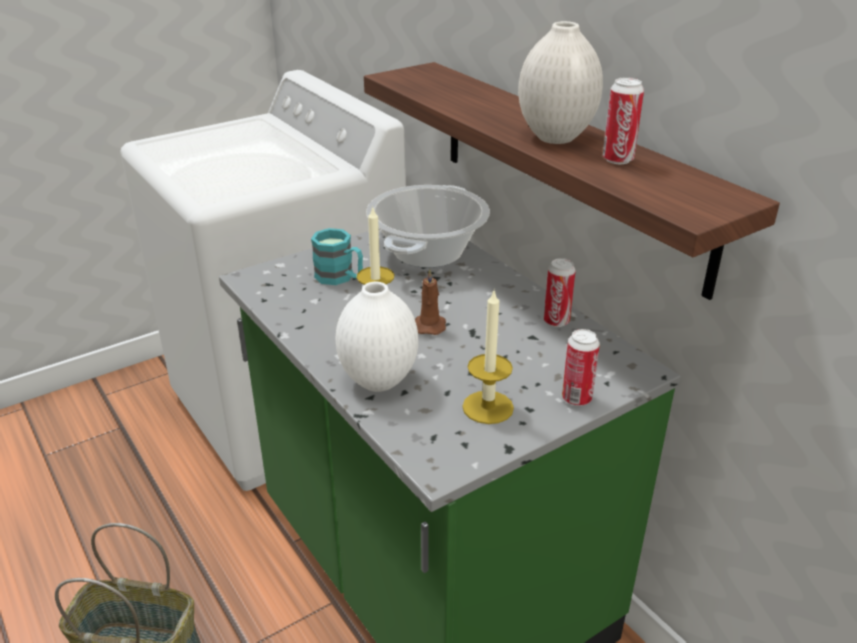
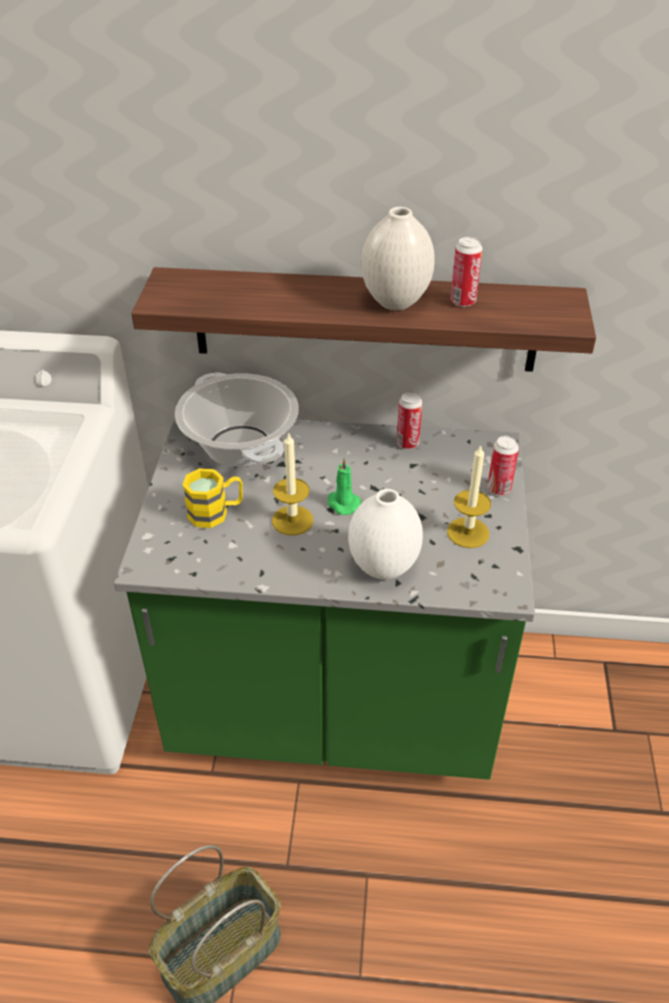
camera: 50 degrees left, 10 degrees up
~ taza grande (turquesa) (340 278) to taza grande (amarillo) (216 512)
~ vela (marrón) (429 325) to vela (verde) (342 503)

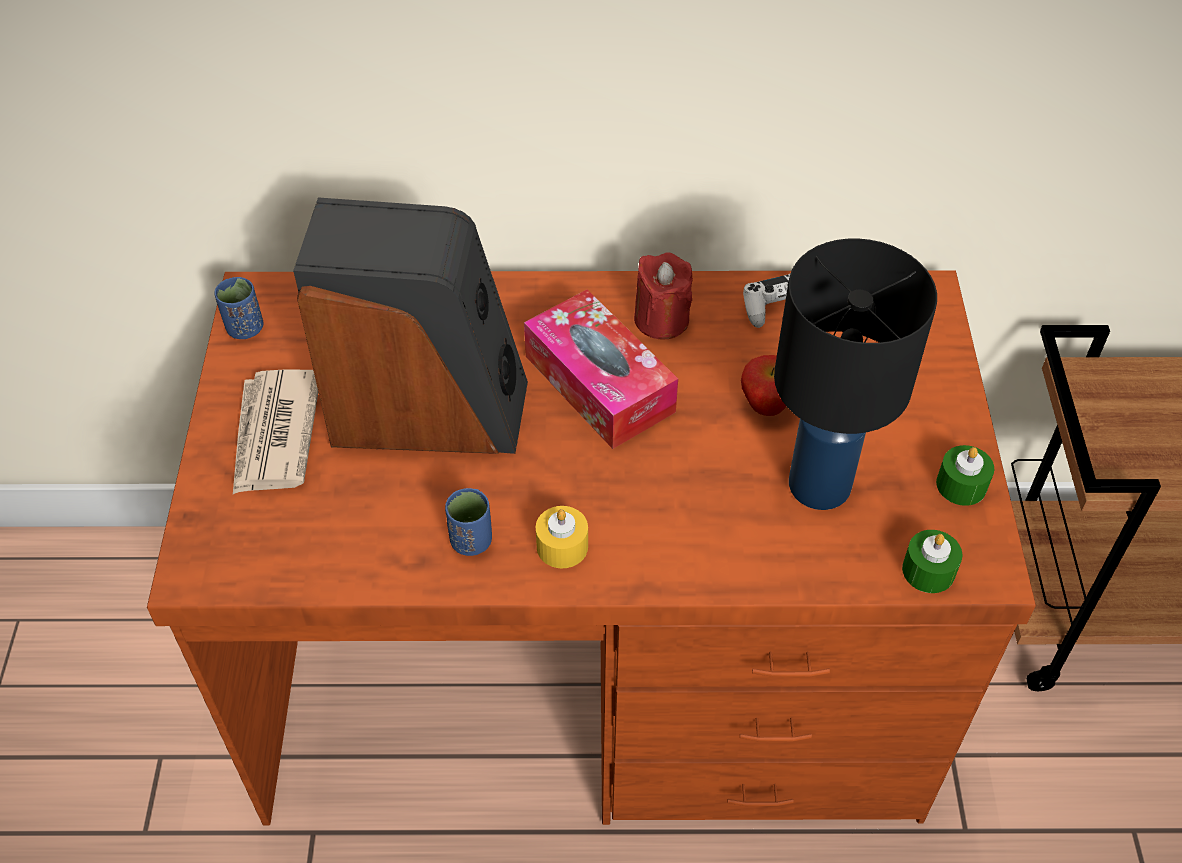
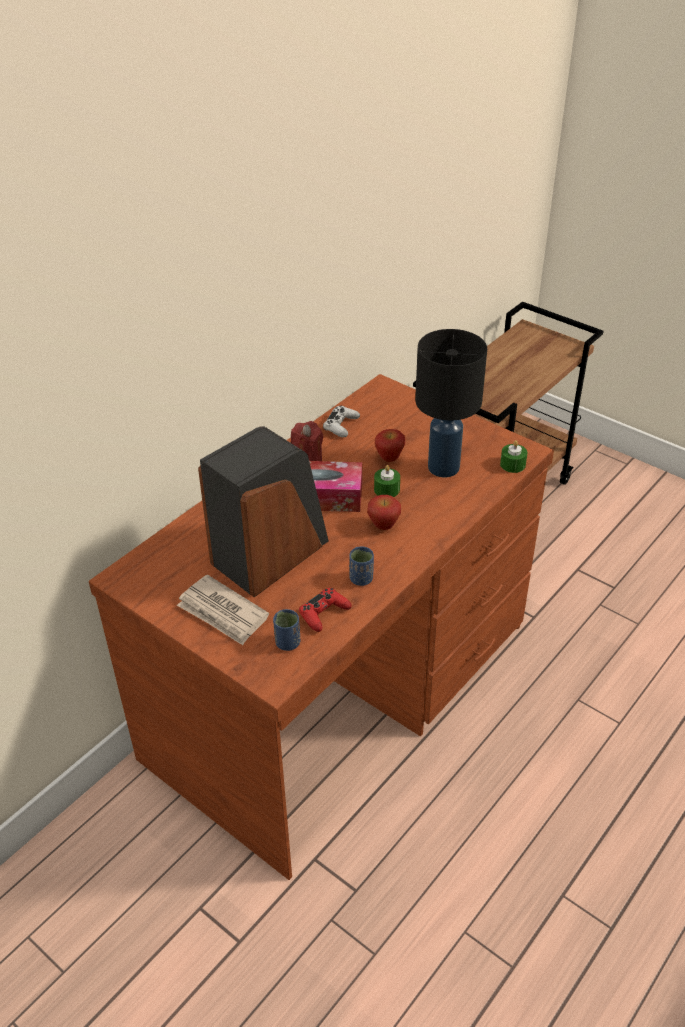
camera: 50 degrees left, 10 degrees down
~ taza (azul) (245 328) to (287 643)
~ vela (verde) (961 485) to (386 489)
- vela (amarillo) (562 546)
+ manzana (383 526)
+ mando de consola (rojo) (324 613)

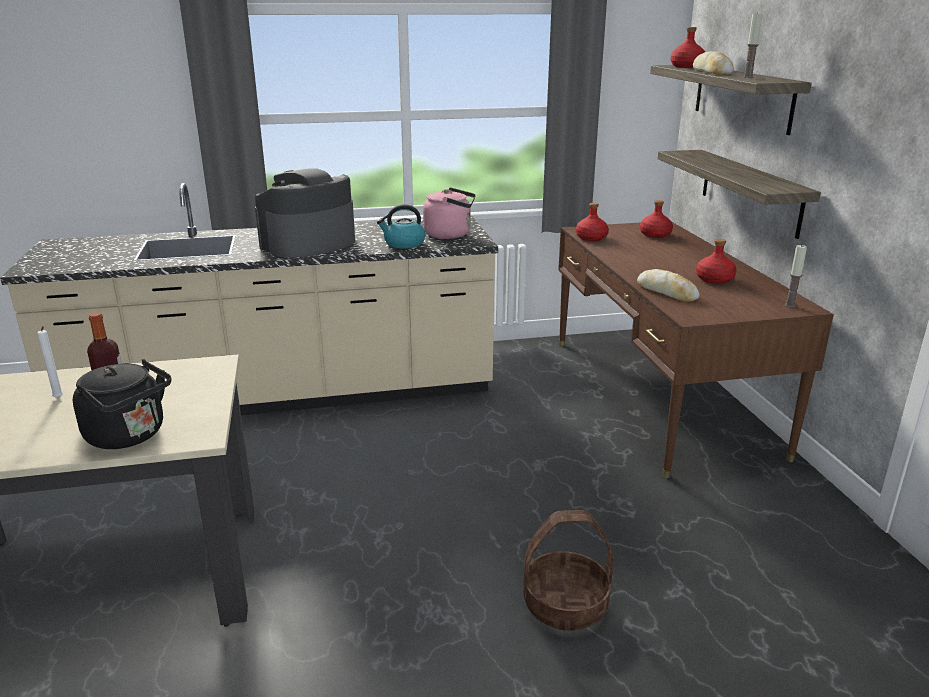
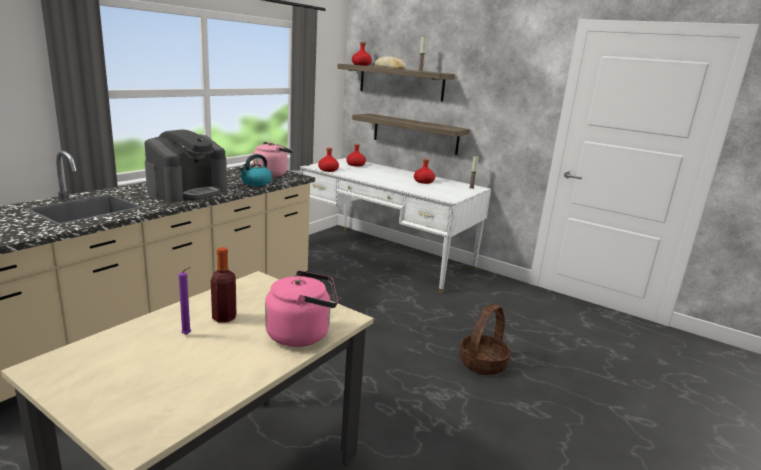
camera: 45 degrees left, 5 degrees down
~ cafetera (308 244) = (188 191) 150 degrees counterclockwise
~ escritorio (marrón) (659 394) to escritorio (blanco) (386 256)
- pan (667 292)
~ vela (blanco) (59 398) to vela (morado) (188 335)
~ hervidor (negro) (130 436) to hervidor (rosa) (302 334)

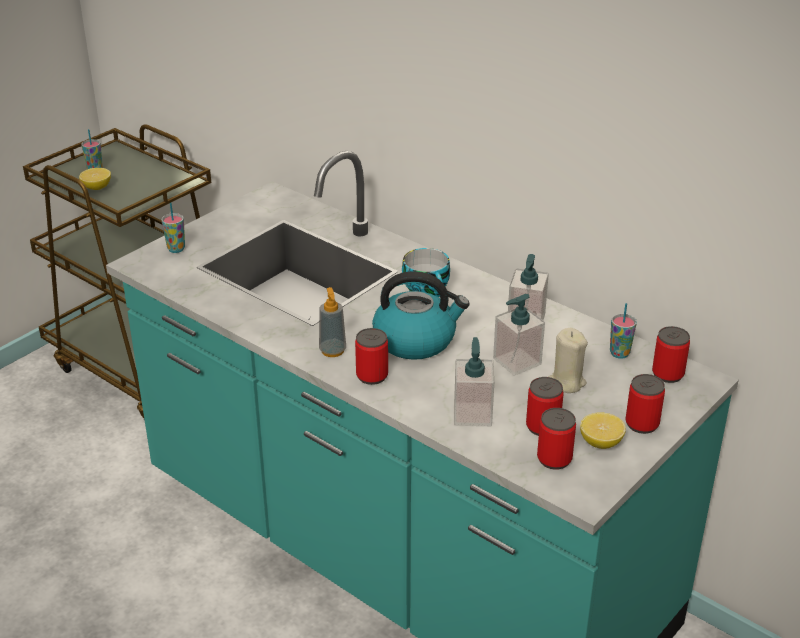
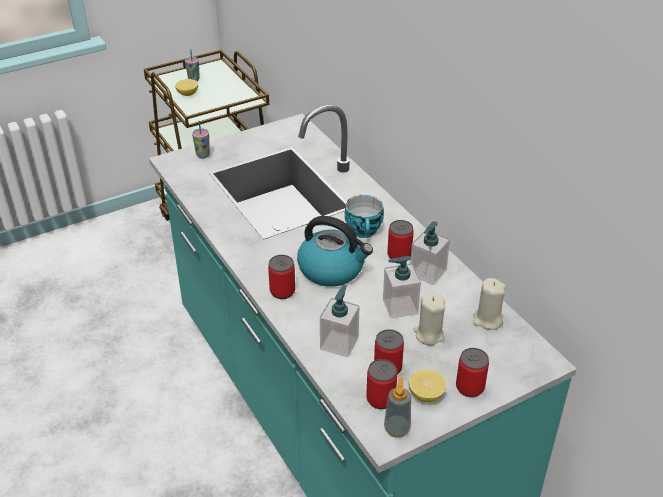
camera: 20 degrees right, 5 degrees up
~ dispensador de jabón (332 351) to (397 429)
~ taza (619 353) to vela (beis) (487 320)
~ lata (667 374) to (399 255)

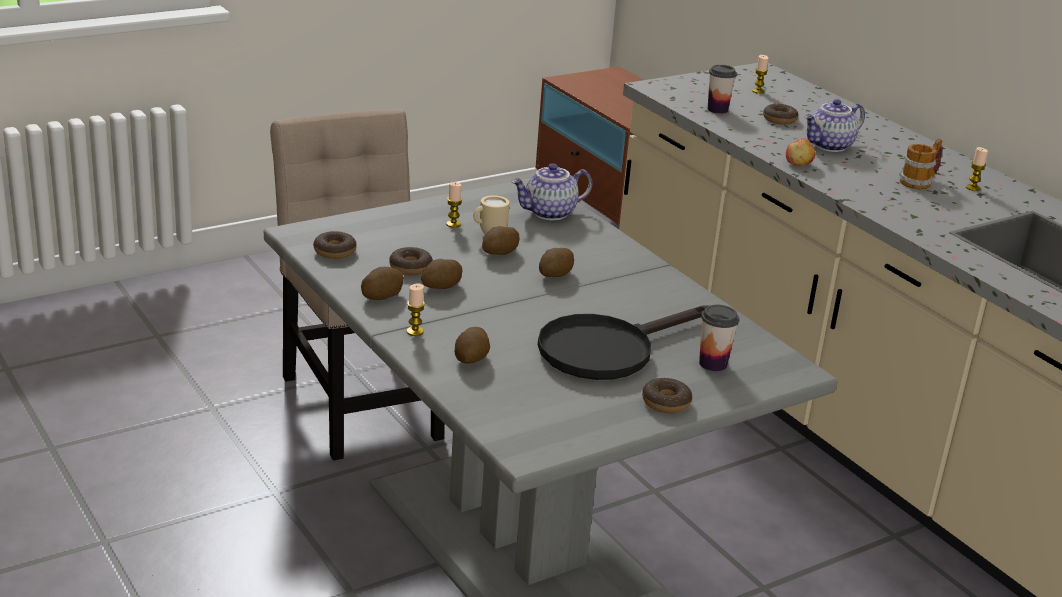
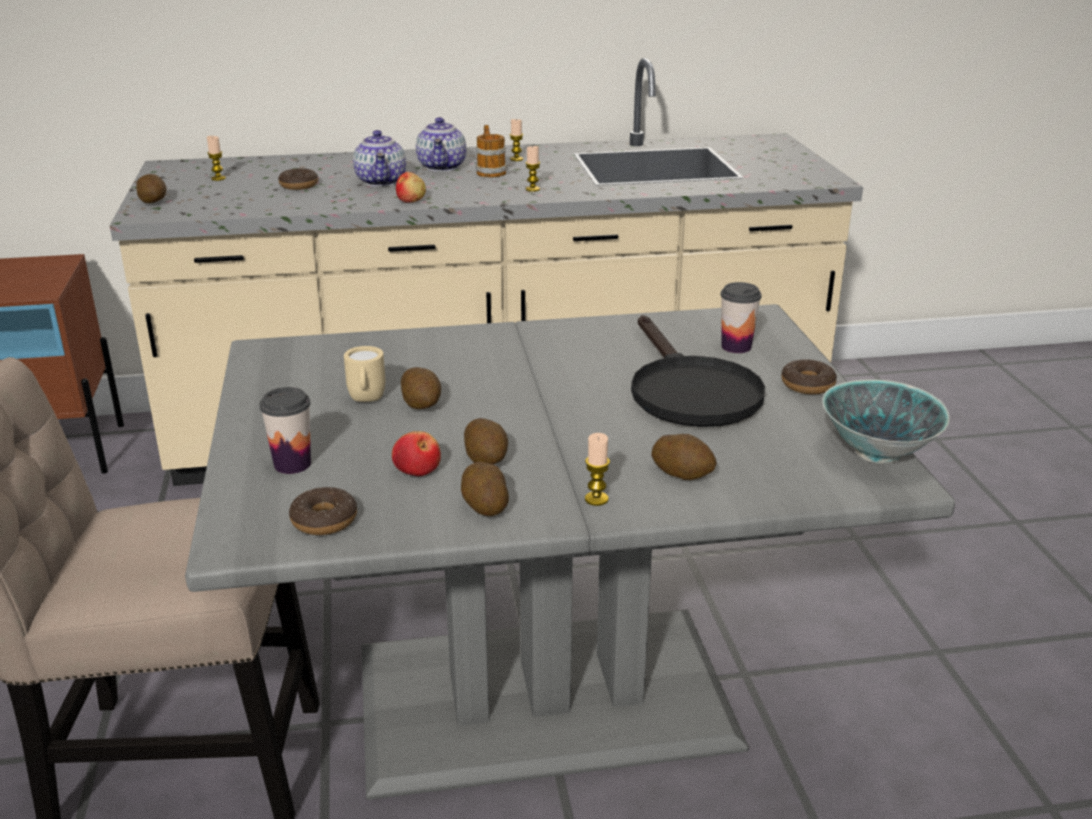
camera: 65 degrees left, 0 degrees up
~ taza (717 109) to (292 464)
~ tetera (550 213) to (443 167)
~ vela (453 224) to (533 189)
~ rosquilla (410 267) to manzana (417 470)
~ patata (555 275) to (153 201)
+ cuenco (877 453)

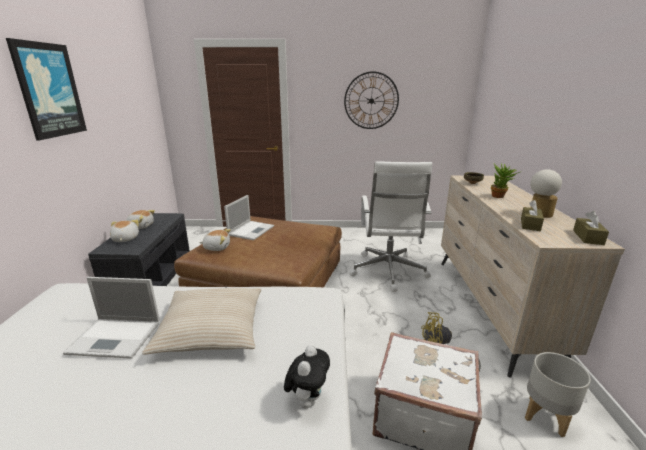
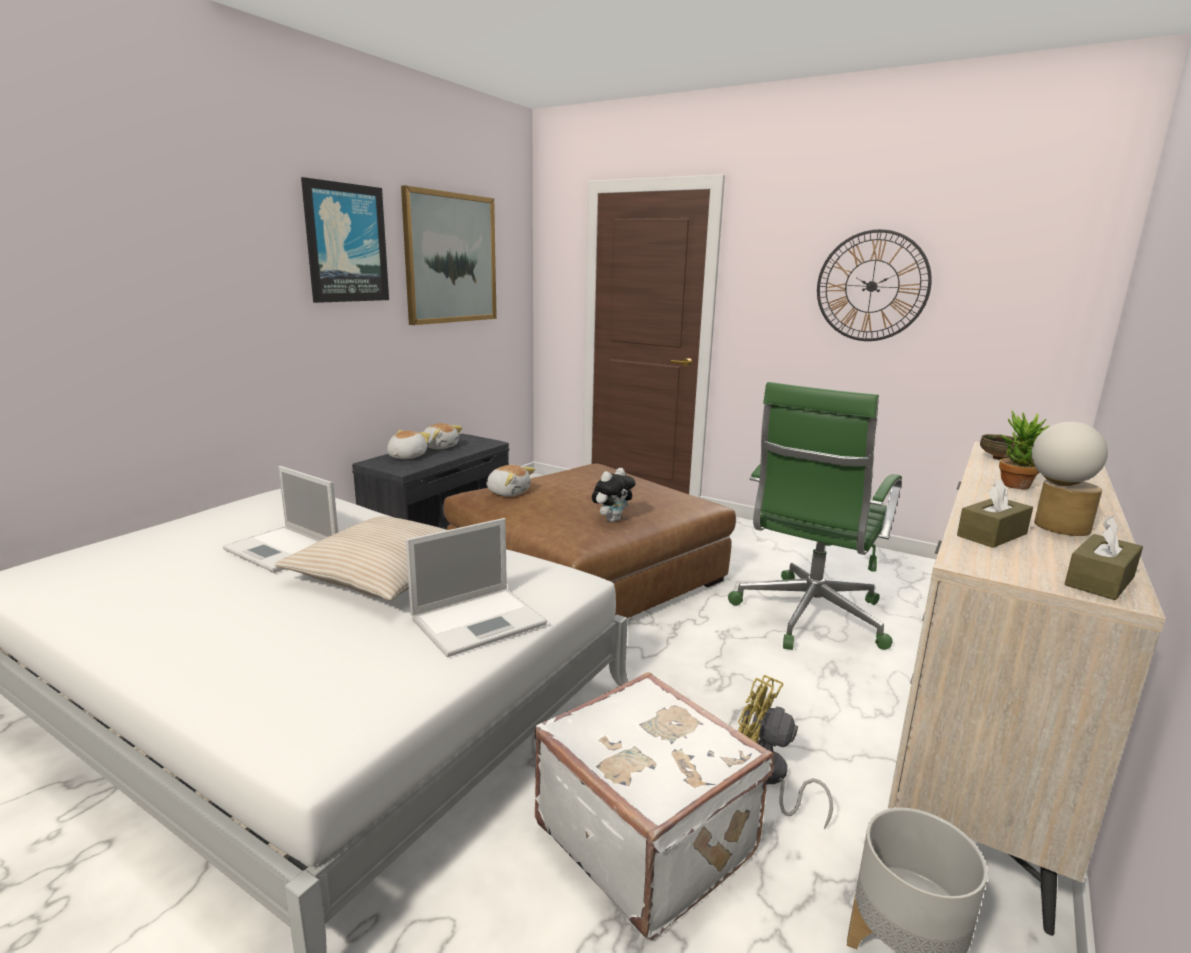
camera: 30 degrees right, 5 degrees down
~ silla de oficina (blanco) (388 272) to silla de oficina (verde) (808 617)
~ portátil (251 230) to (480 620)
~ peluche (307 399) to (612 519)
+ cuadro (451 258)

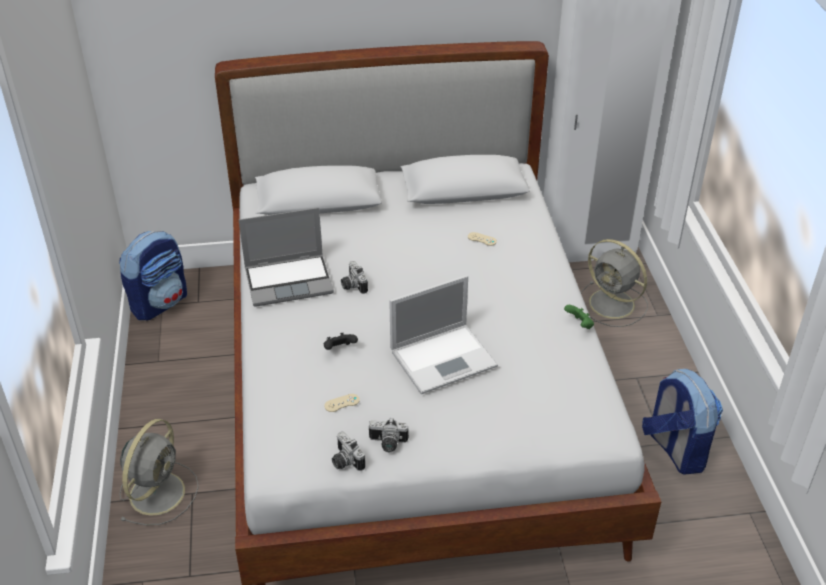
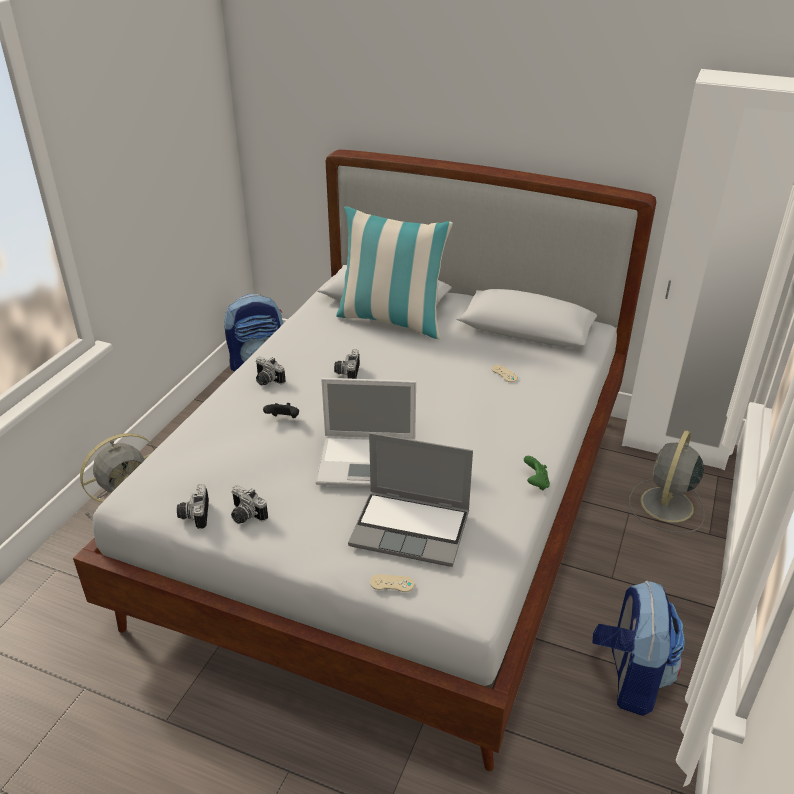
camera: 30 degrees right, 5 degrees down
~ portátil (289 280) to (412 529)
~ ventilador (gris) (613 305) = (666 506) 45 degrees clockwise
~ mando de consola (beis) (342 403) to (392 583)
+ cojín (392 320)
+ cámara (266 381)

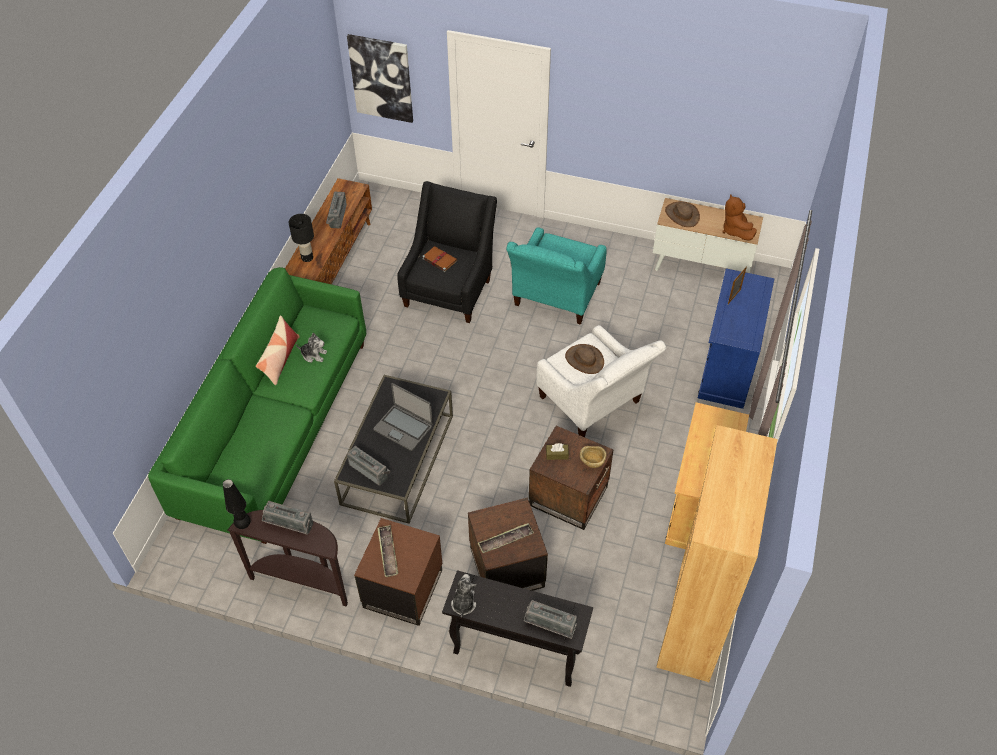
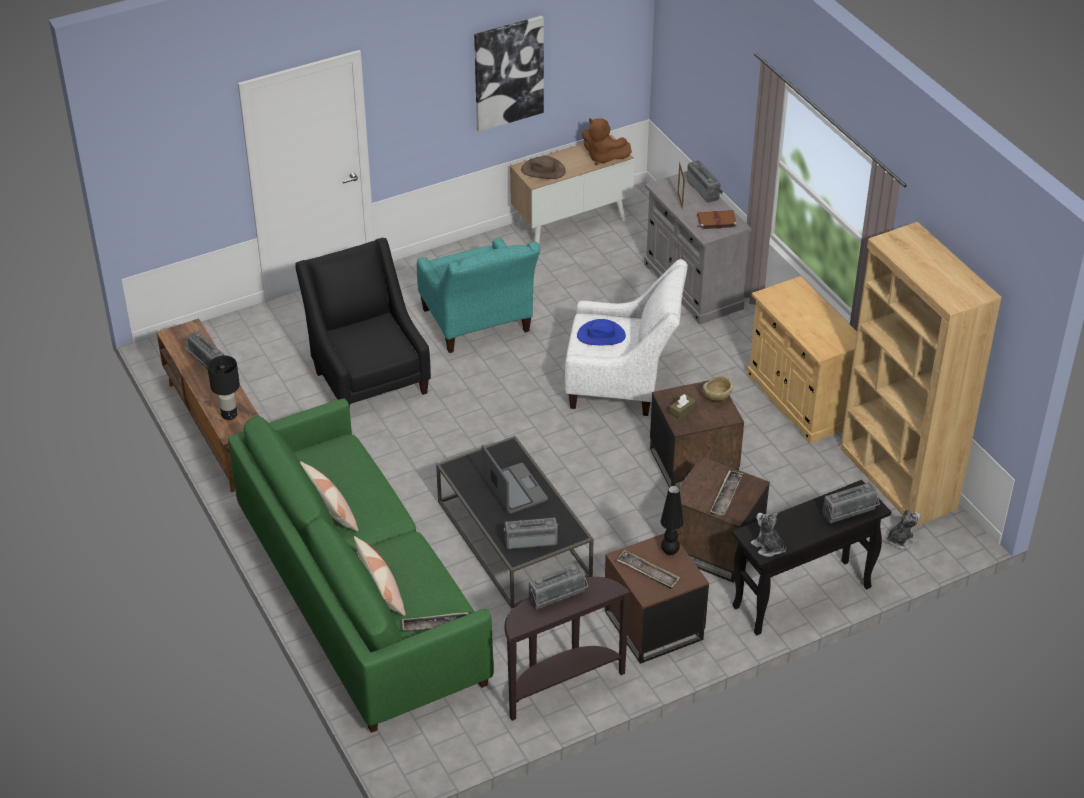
camera: 45 degrees left, 10 degrees down
~ cuadro (381 78) to (508 73)
~ libro (marrón) (439 259) to (716 221)
~ armario (azul) (727 367) to armario (gris) (692 286)
~ peluche (313 355) to (900 540)
~ sombrero (marrón) (584 360) to sombrero (azul) (601 335)
~ portátil (403 427) = (514 490) 105 degrees counterclockwise
~ lámpara de mesa (negro) (243 524) to (669 552)
+ radio (705 189)
+ cojín (380 589)
+ bandeja (435 625)

